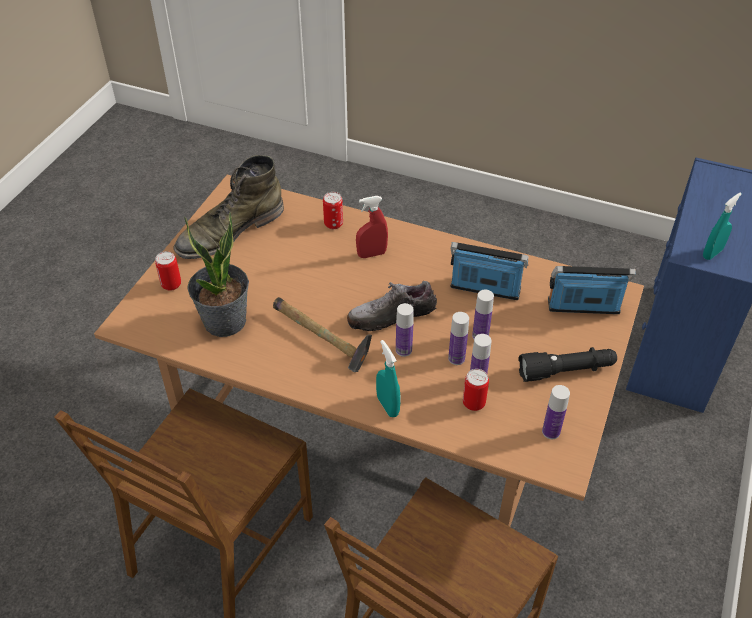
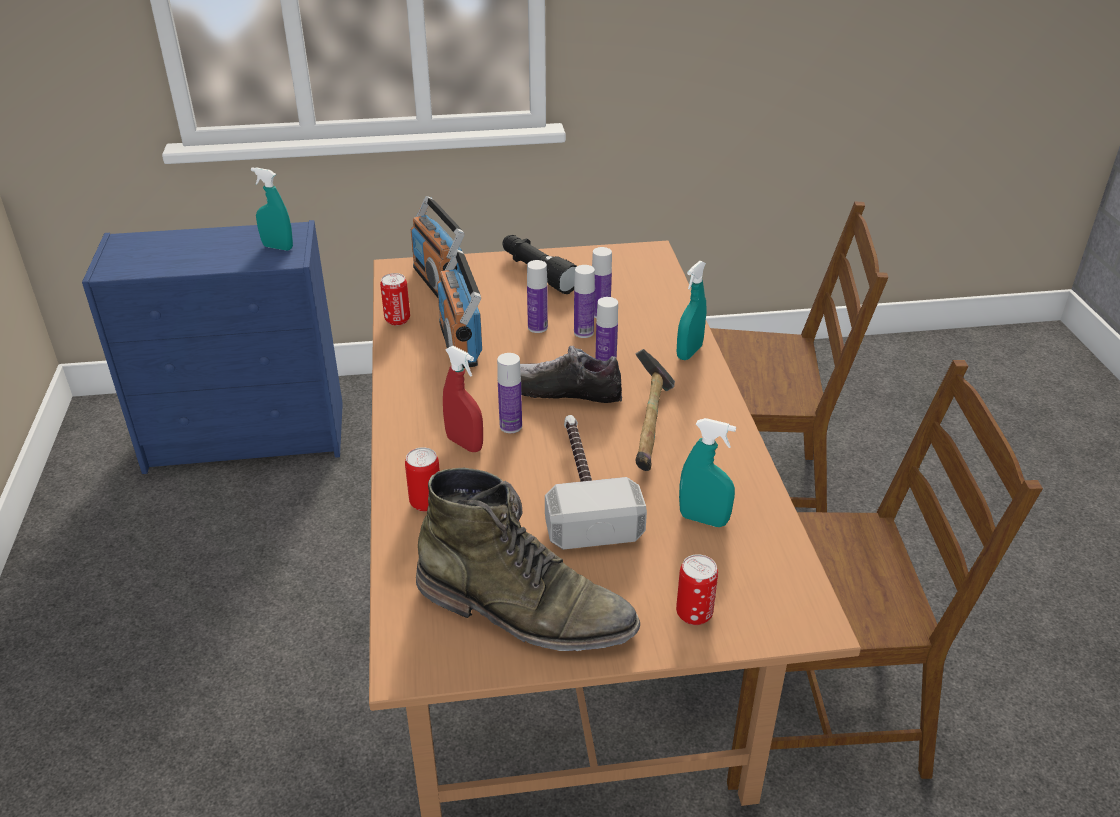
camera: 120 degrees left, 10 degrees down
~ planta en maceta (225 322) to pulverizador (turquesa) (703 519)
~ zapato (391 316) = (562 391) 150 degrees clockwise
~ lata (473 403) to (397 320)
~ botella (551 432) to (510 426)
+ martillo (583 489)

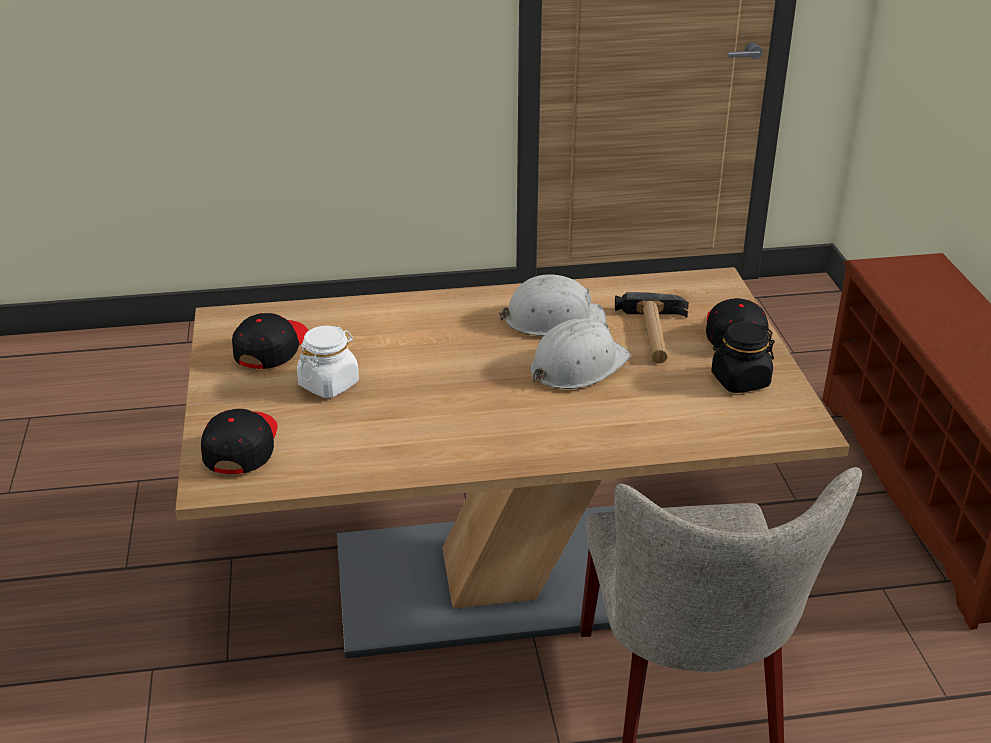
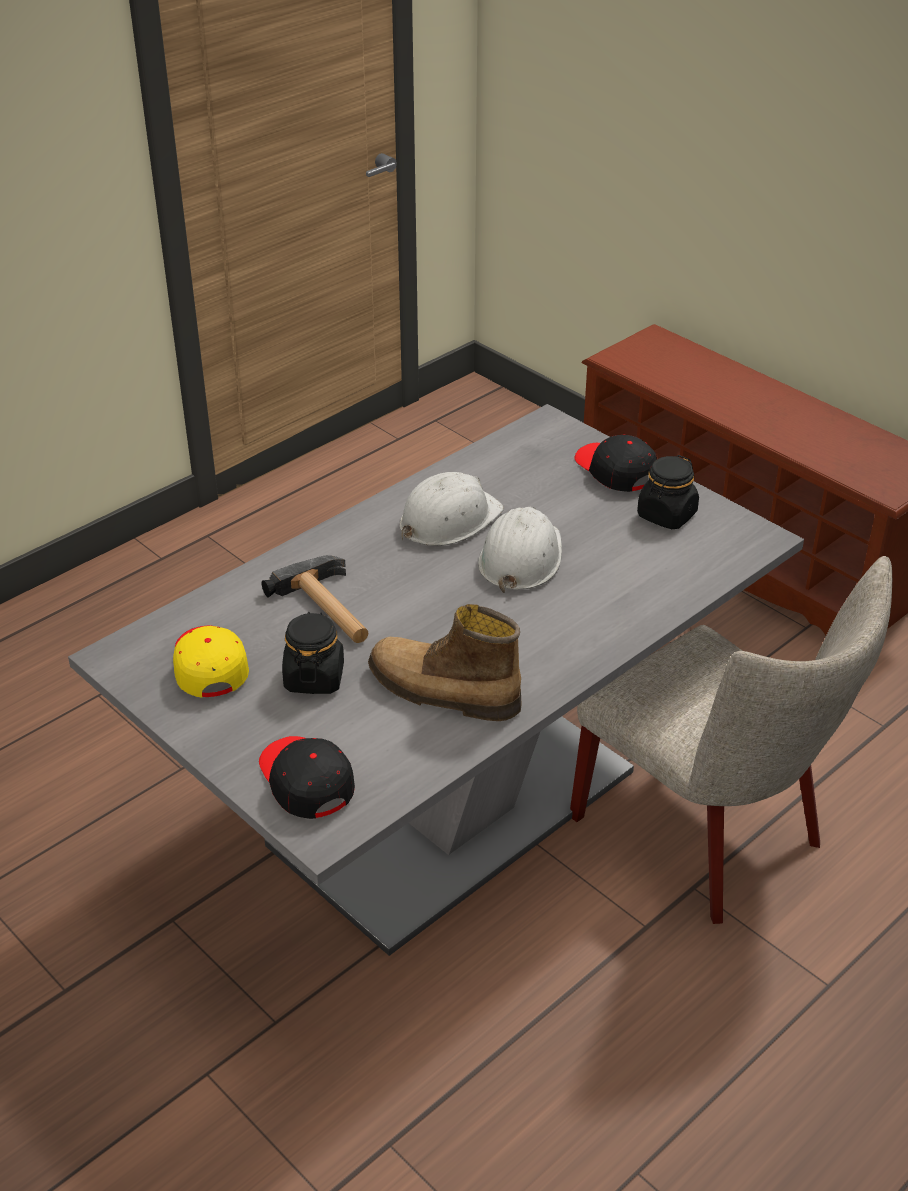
camera: 35 degrees left, 5 degrees up
~ mesa de comedor (marrón) (495 579) to mesa de comedor (gris) (454 808)
~ martillo (654 334) to (329 609)
~ gorra (negro) (271 348) to gorra (amarillo) (209 665)
~ tarro (blanco) (329 384) to tarro (negro) (314 677)
+ bota (442 692)

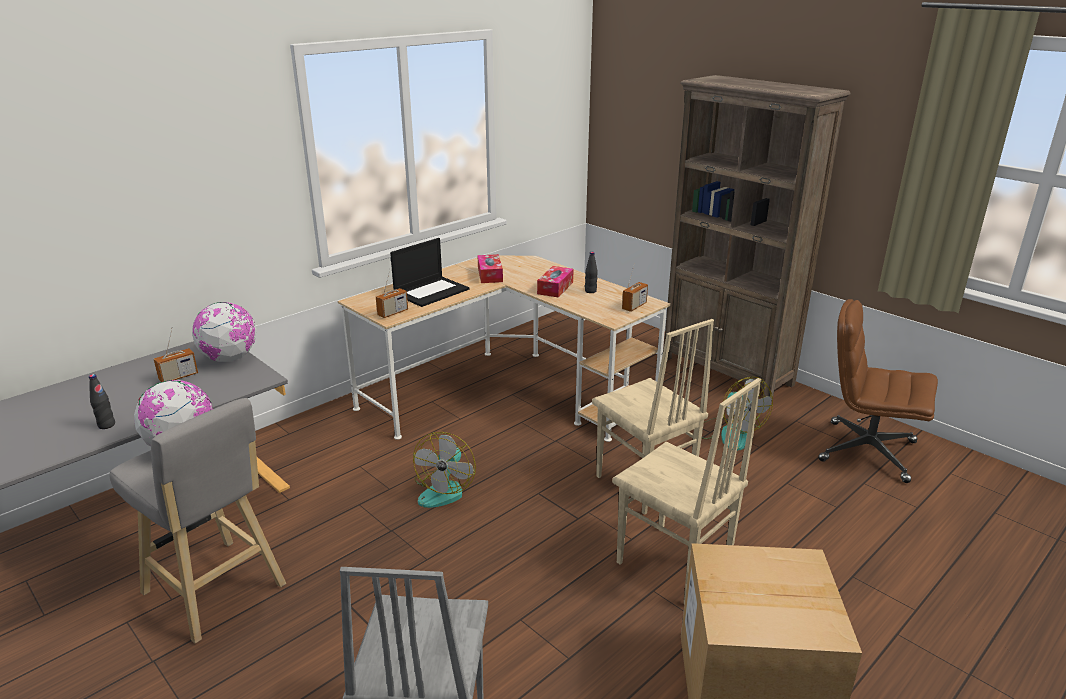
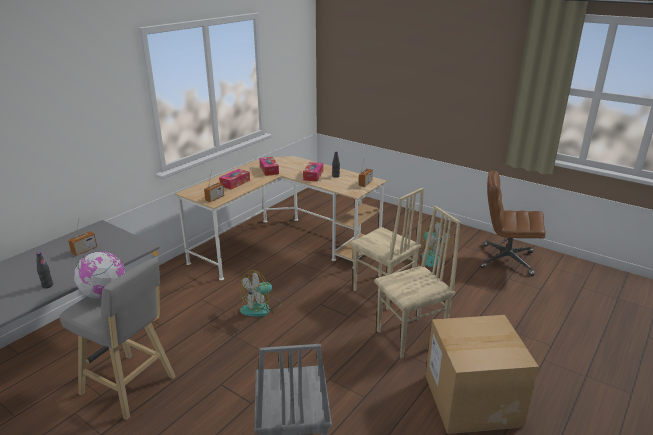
camera: 10 degrees left, 0 degrees up
- estantería (marrón) (727 371)
~ portátil (431 291) to caja de pañuelos (235 183)
- globo terráqueo (230 358)
~ silla (beis) (672 566) = (411 337) 60 degrees counterclockwise
~ ventilador (445 489) = (261 308) 45 degrees clockwise

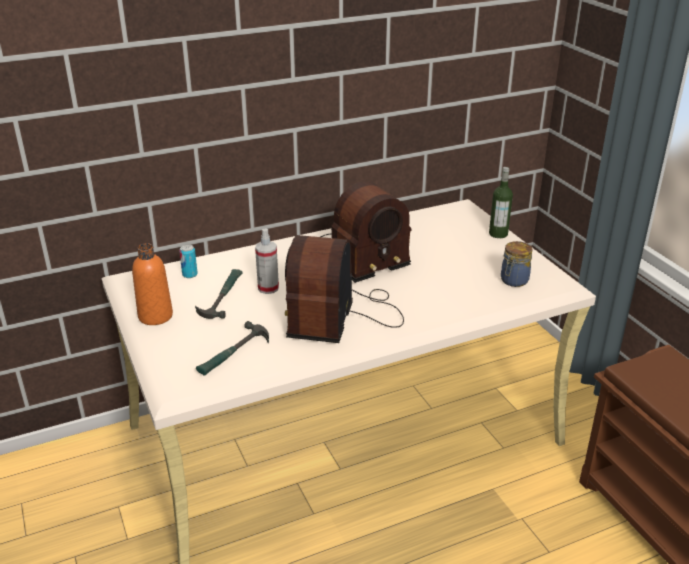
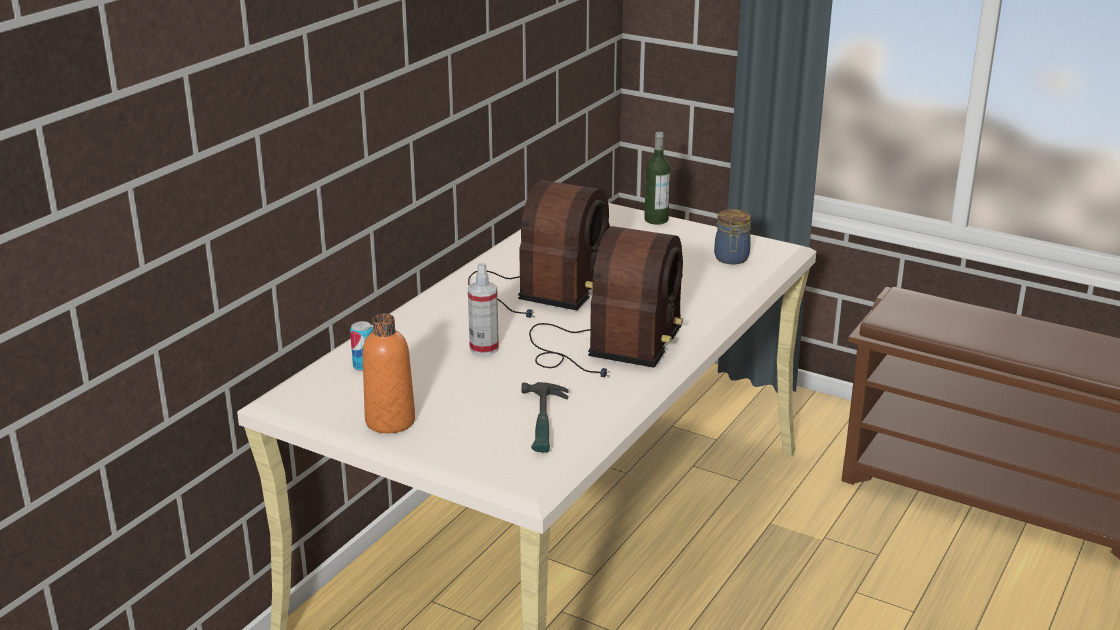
camera: 35 degrees left, 5 degrees down
~ radio (341 315) = (606 346) 135 degrees counterclockwise
- martillo (222 297)

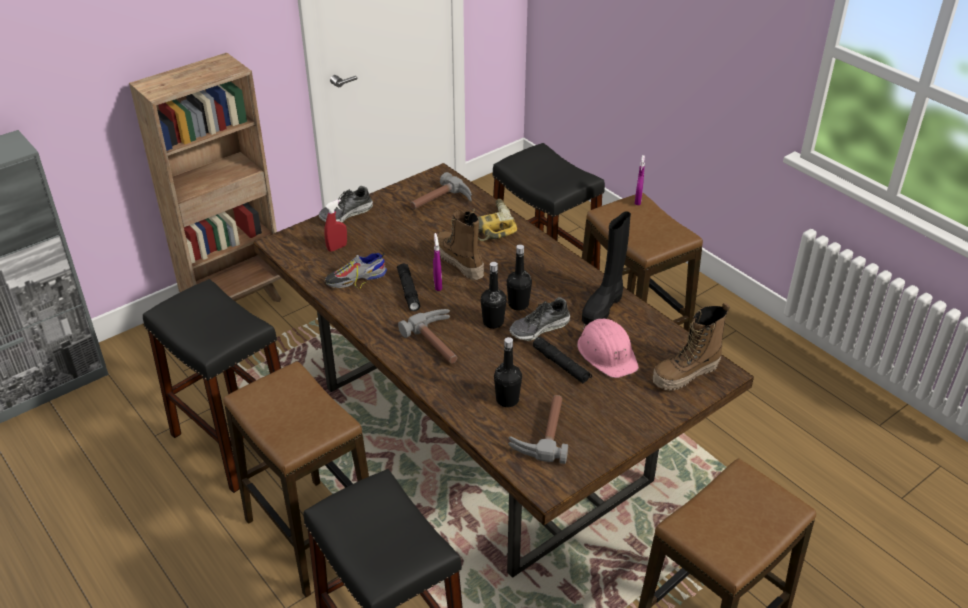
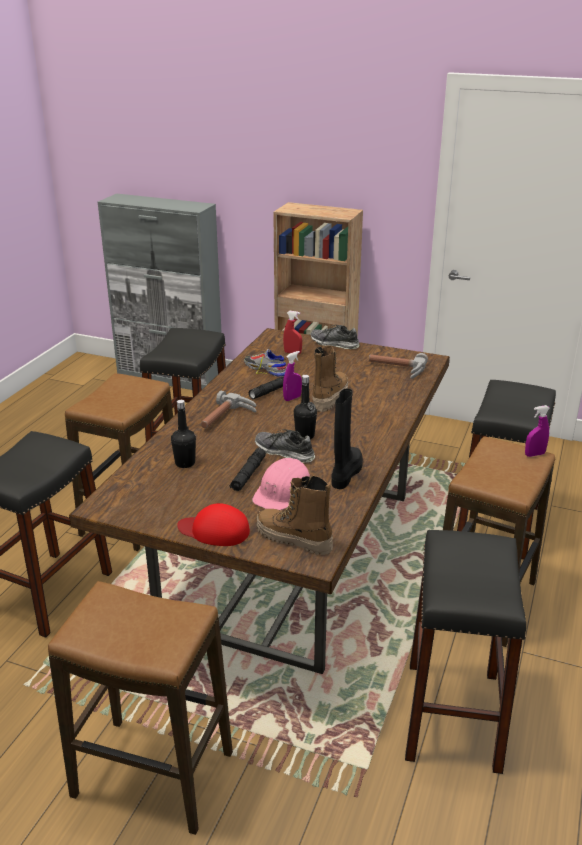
camera: 60 degrees right, 10 degrees down
- taladro (491 226)
~ bota (negro) (603 306) = (345 473) 105 degrees clockwise
- botella (negro) (493 322)
- martillo (541 432)
+ gorra (rojo) (214 530)
+ taburete (negro) (452 715)

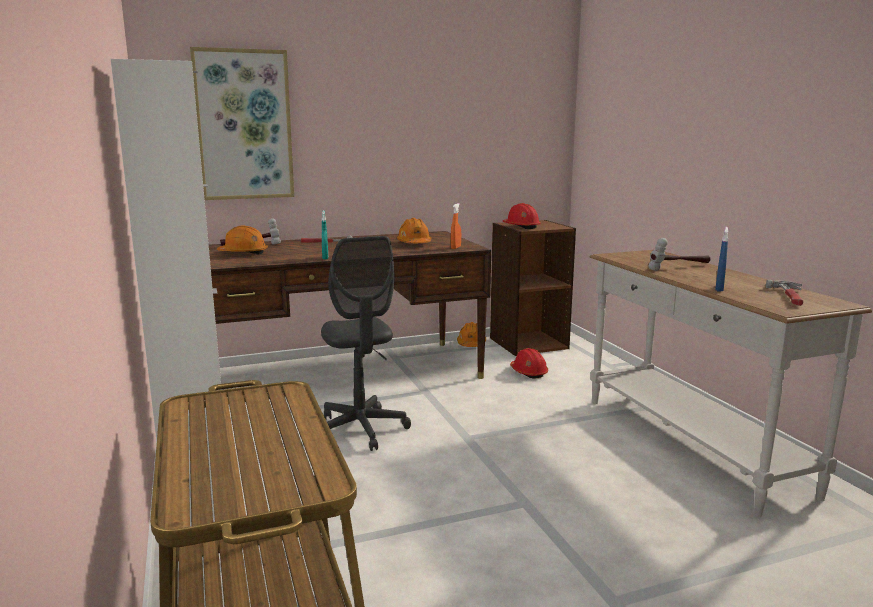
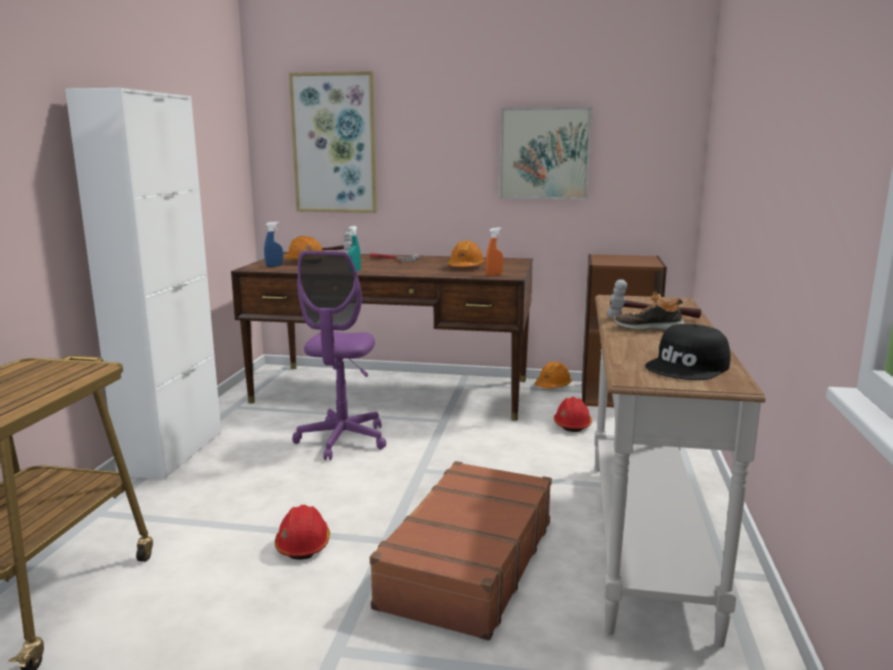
camera: 30 degrees right, 0 degrees up
~ casco (rojo) (521 227) to (303 544)
~ pulverizador (azul) (719 289) to (274 266)
~ silla de oficina (gris) (361 429) to silla de oficina (morado) (342 440)
~ martillo (790 297) to gorra (negro) (688 367)
+ cuadro (544 153)
+ zapato (647 327)
+ maleta (marrón) (467 562)

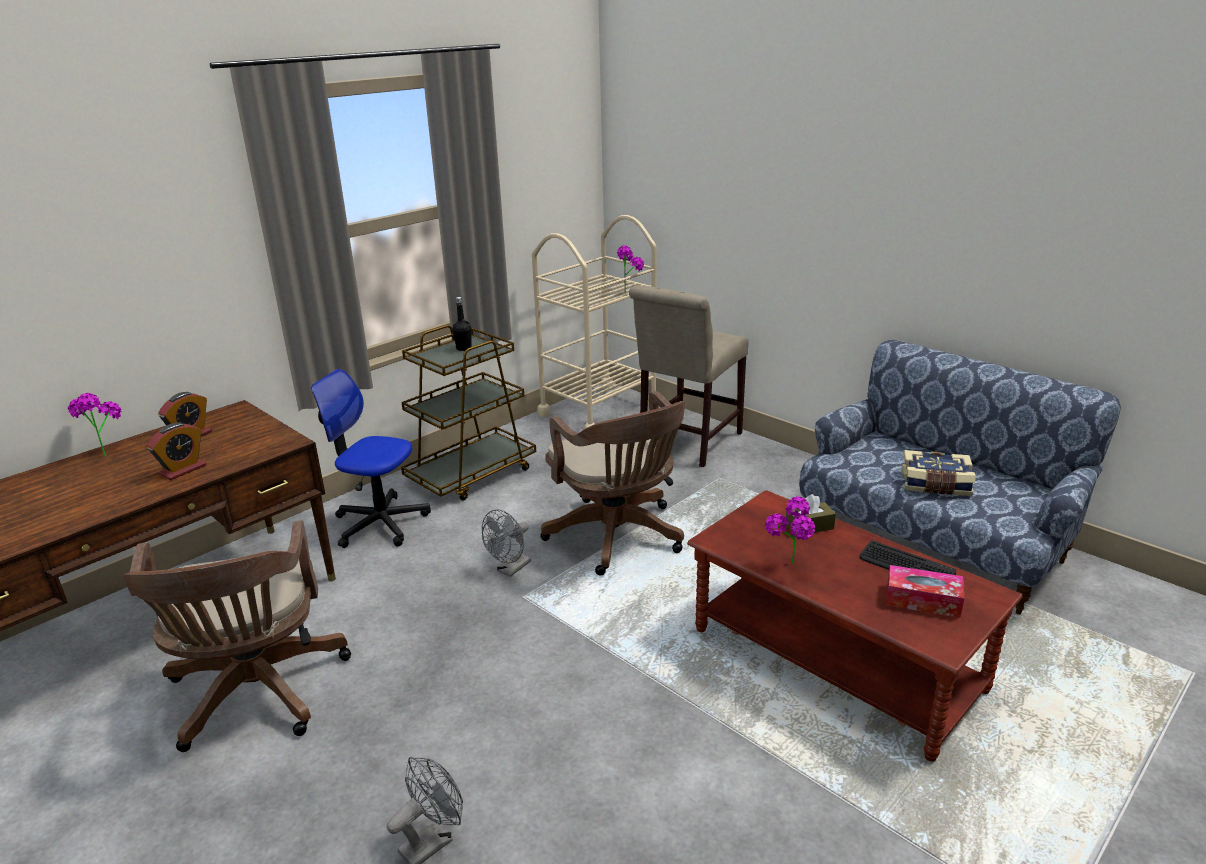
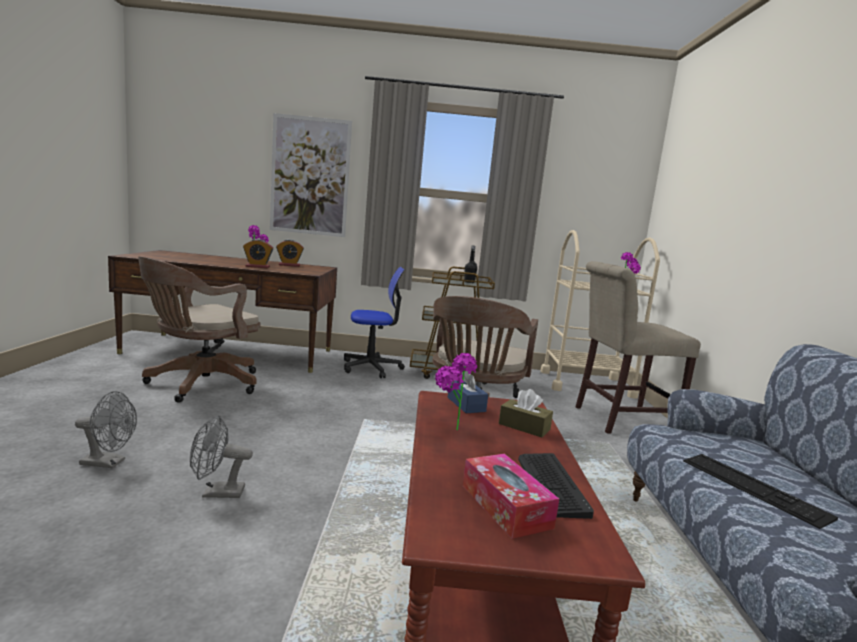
camera: 45 degrees right, 15 degrees down
~ silla de oficina (380 523) = (371 367) 105 degrees clockwise
~ libro (935 485) to teclado (753 488)
~ ventilador (gris) (510 569) to (216 493)
+ cuadro (310 176)
+ caja de pañuelos (azul) (466 404)

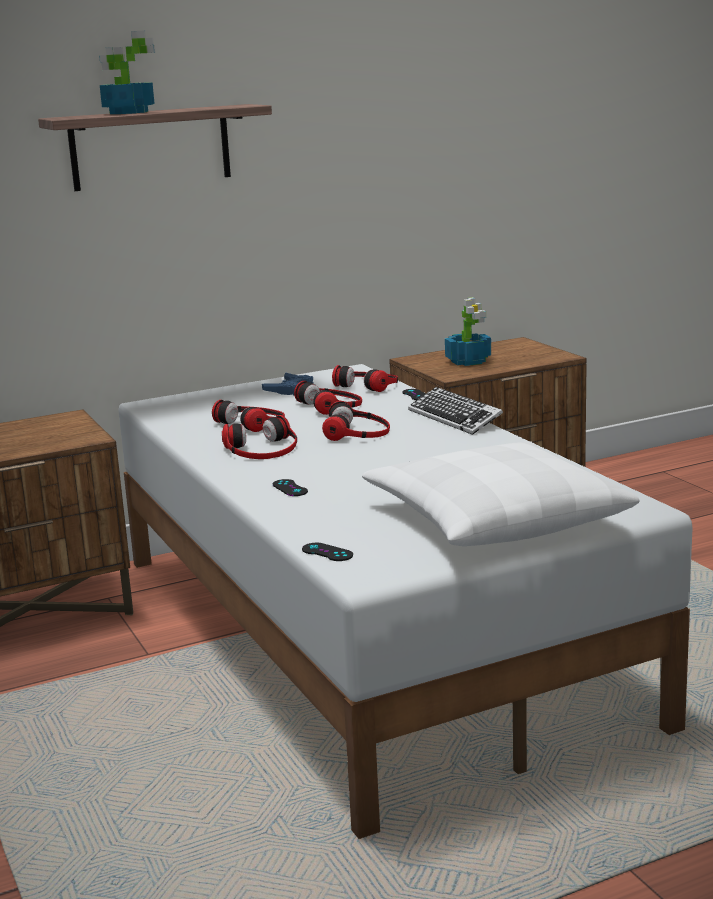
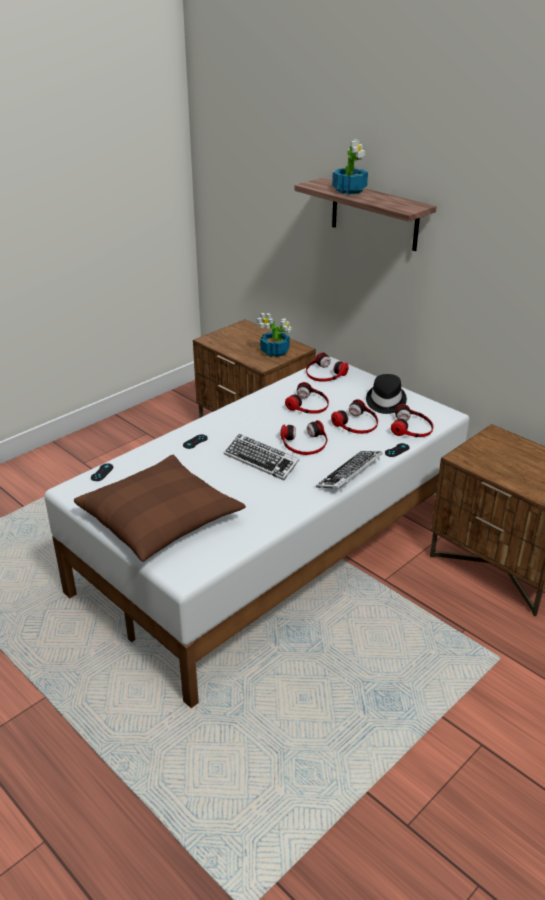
camera: 70 degrees right, 15 degrees up
~ planta en maceta (468 361) to (275 352)
~ mando de consola (azul) (290 389) to sombrero (negro) (385 401)
~ auriculares (262 449) to (324 373)
~ cojín (blanco) (495 517) to cojín (marrón) (160 518)
+ teclado (261 461)

